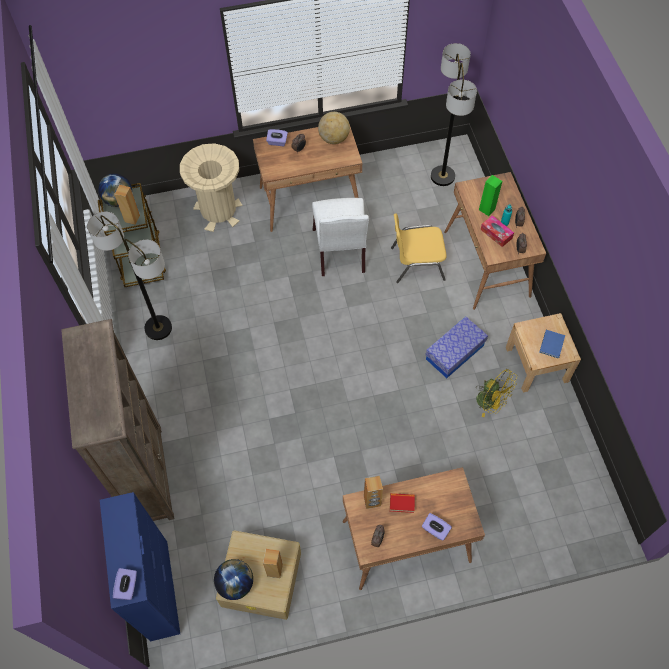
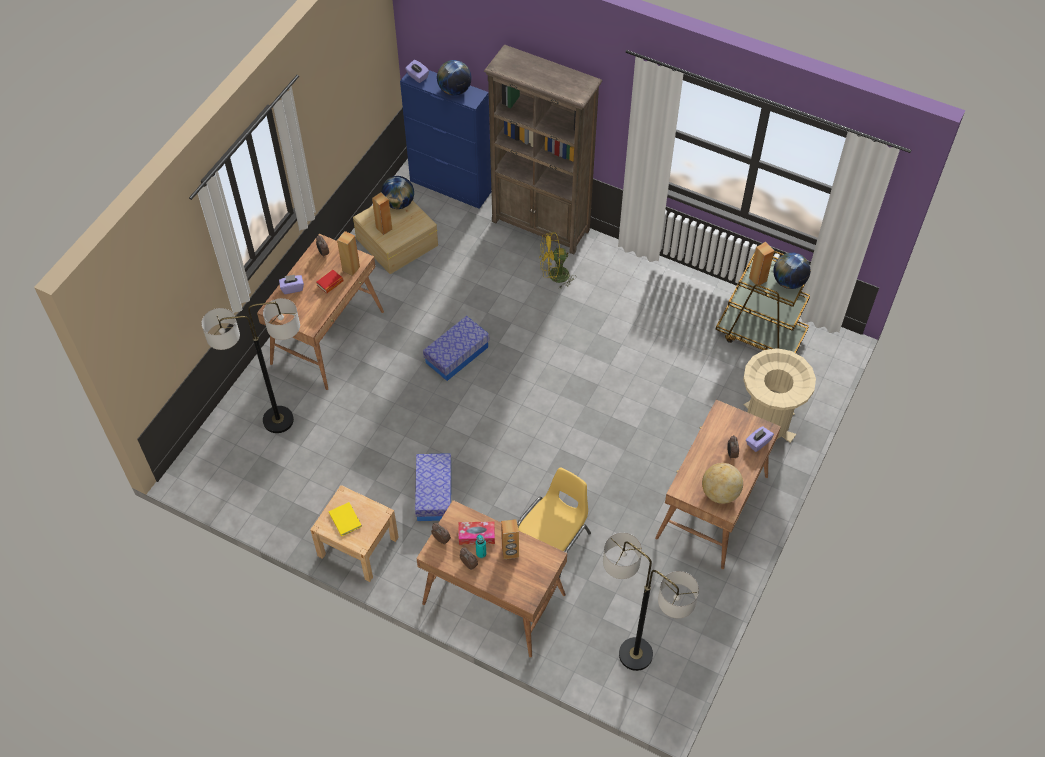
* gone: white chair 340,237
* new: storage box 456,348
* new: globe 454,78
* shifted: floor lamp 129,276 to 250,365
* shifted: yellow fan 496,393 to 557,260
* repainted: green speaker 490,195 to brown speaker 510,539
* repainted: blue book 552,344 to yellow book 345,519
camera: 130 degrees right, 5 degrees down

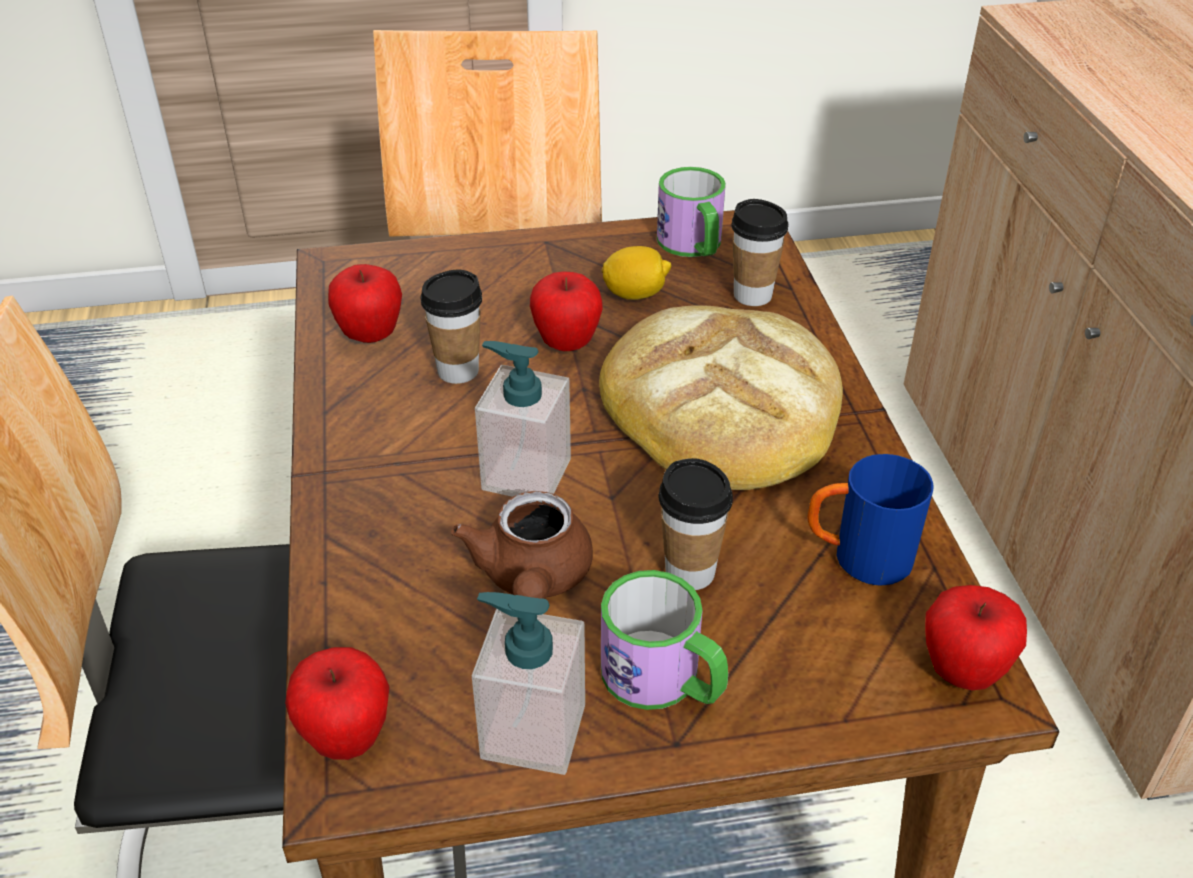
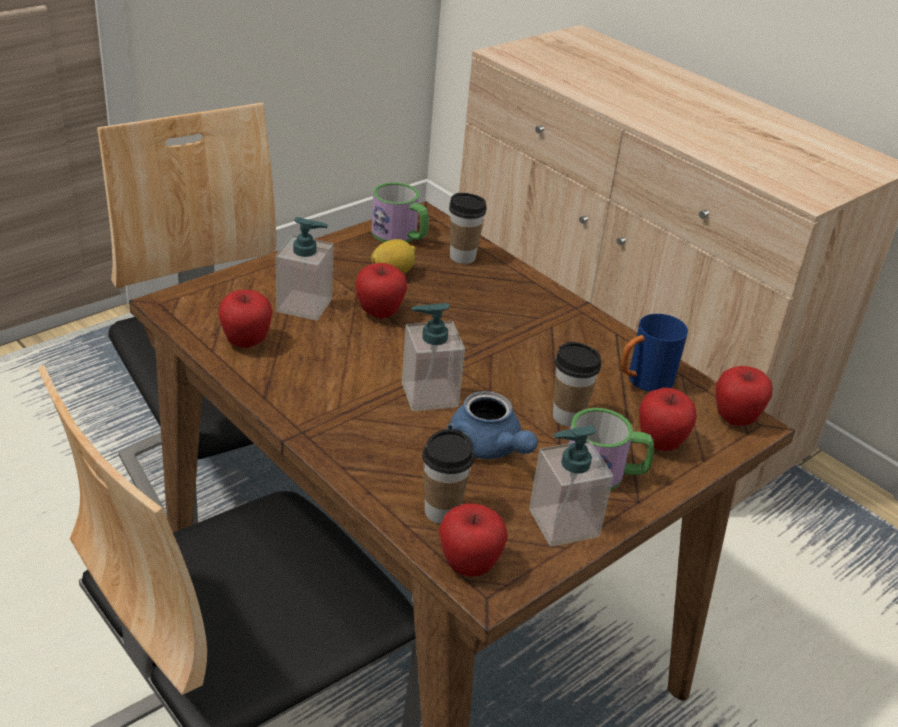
* gone: bread 721,398
* new: soap dispenser 304,269
* new: apple 668,419
* shifted: cup 451,327 to 448,476
* repainted: brown teapot 522,545 to blue teapot 492,425
camera: 35 degrees left, 5 degrees down

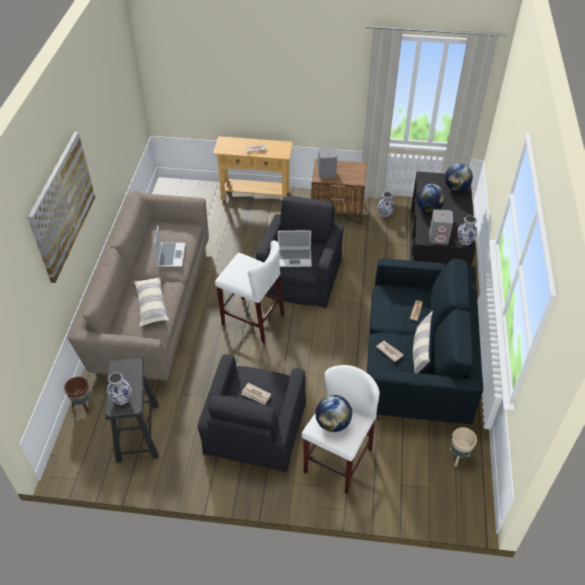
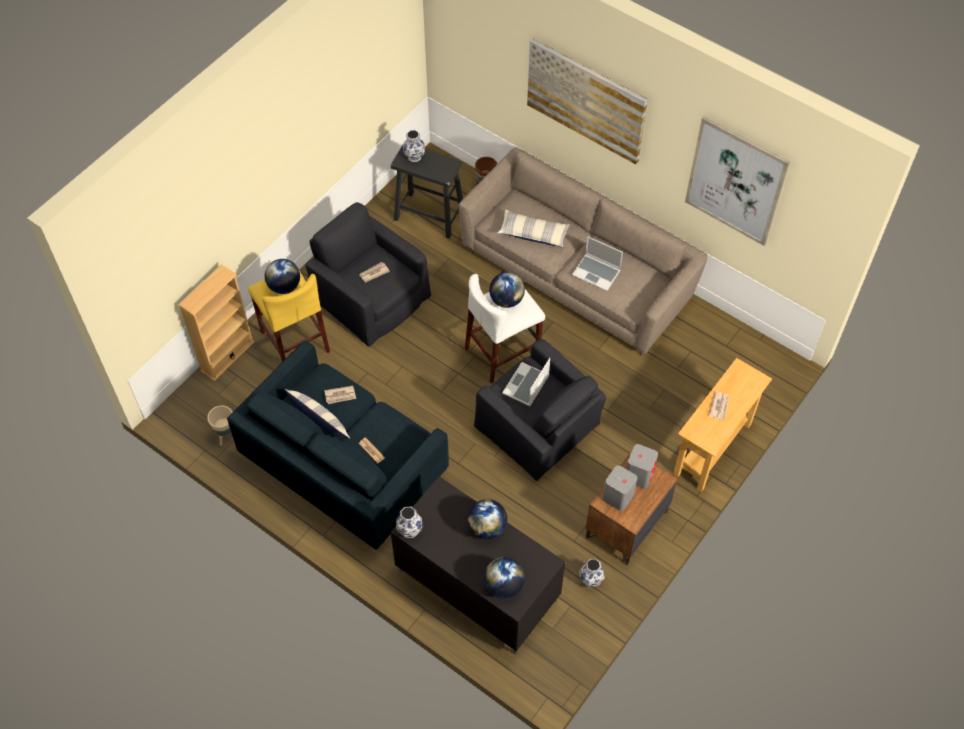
* new: beige bookcase 216,322
* new: globe 507,290
* new: picture 737,181
* shifted: grey speaker 441,227 to 620,488
* repainted: white stool 340,429 to yellow stool 289,316
camera: 120 degrees right, 10 degrees up

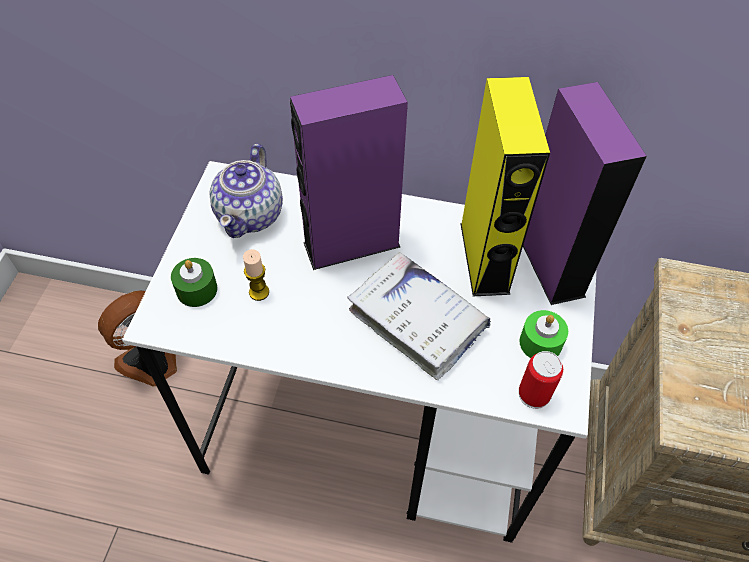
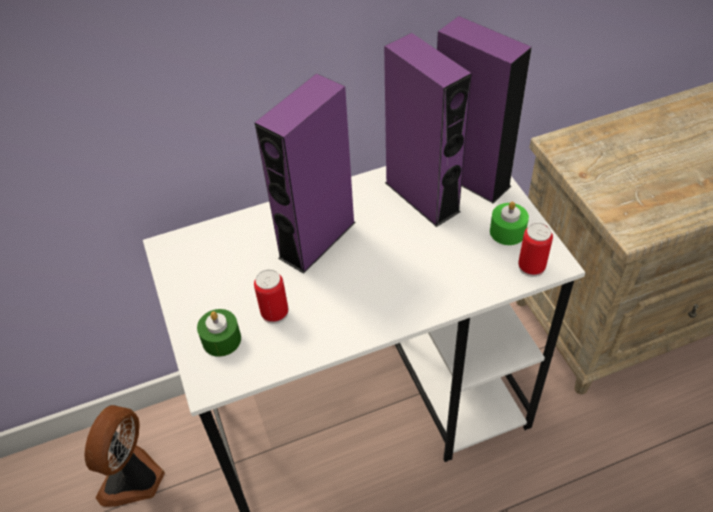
* gone: teapot 246,190
* gone: white book 419,316
* swapped: candle 256,275 to can 271,296
* repainted: yellow speaker 505,186 to purple speaker 428,130
camera: 30 degrees left, 5 degrees down

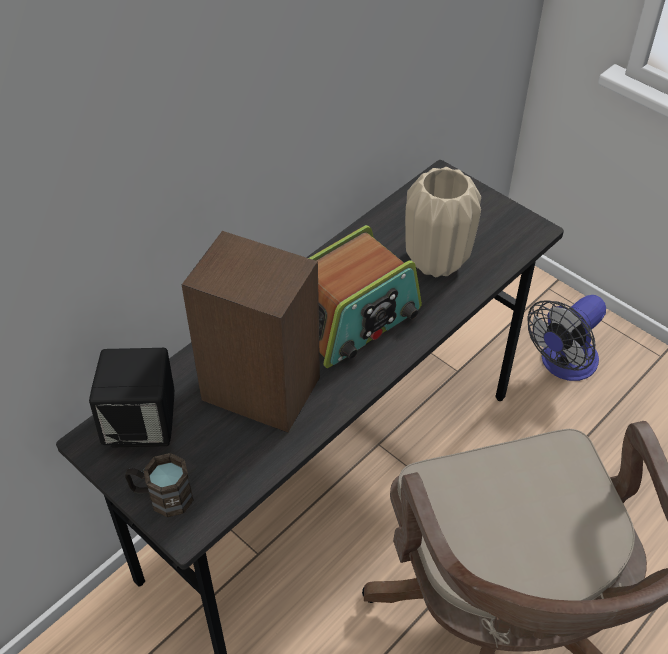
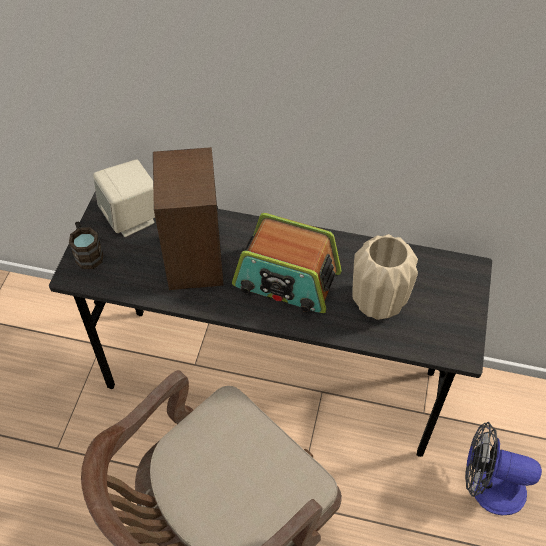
* repainted: black speaker 132,398 to beige speaker 124,198
camera: 60 degrees right, 5 degrees up

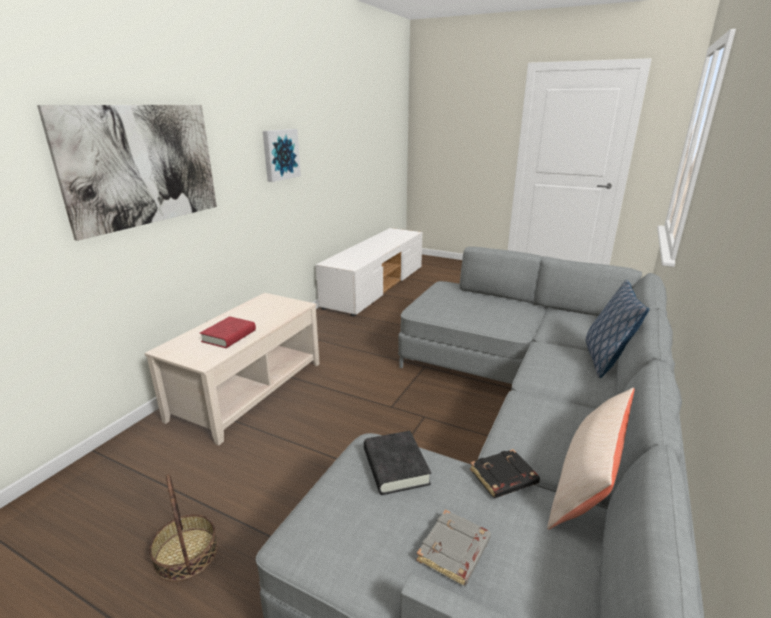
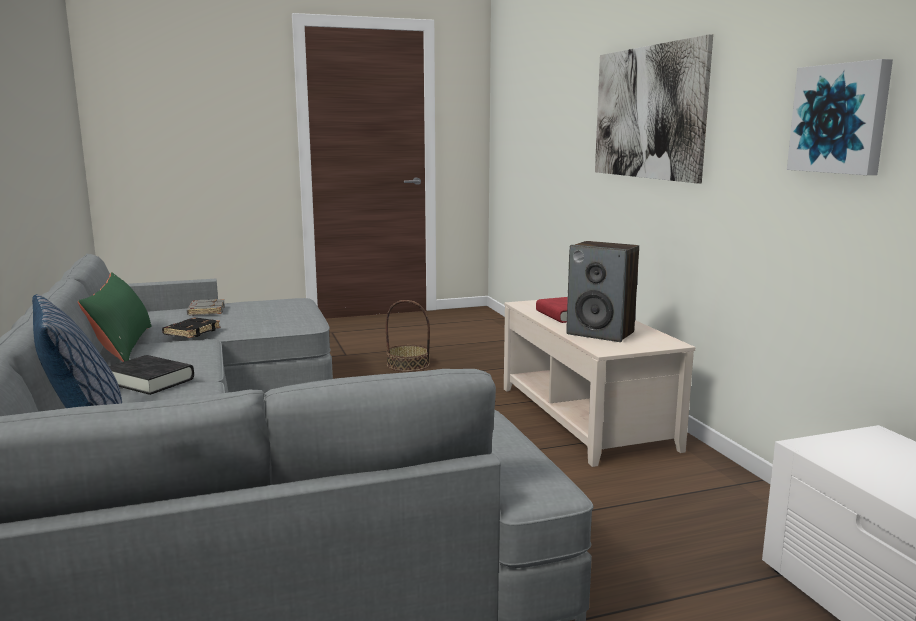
* new: speaker 602,291
* shifted: black book 397,463 to 151,375
* repainted: beige pillow 590,458 to green pillow 115,317
camera: 135 degrees right, 10 degrees down

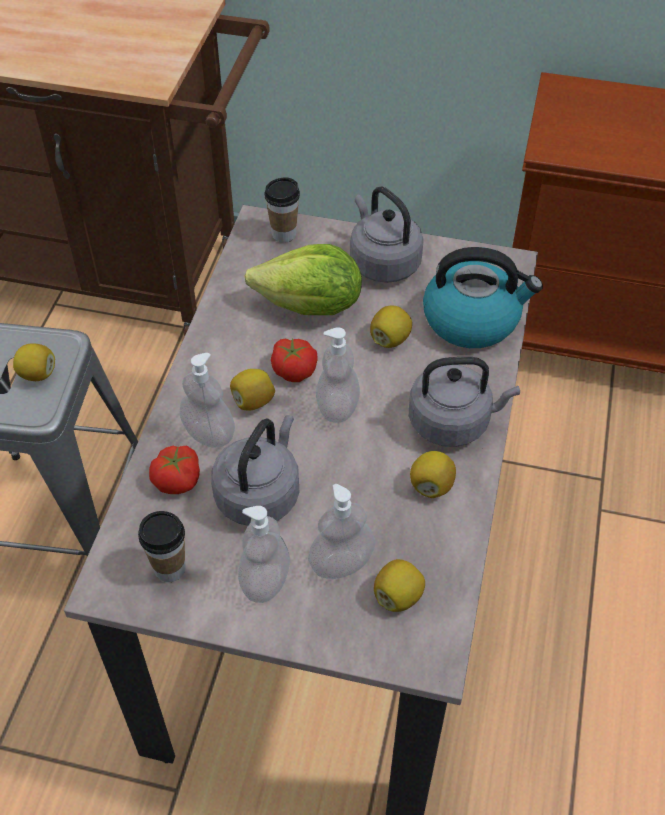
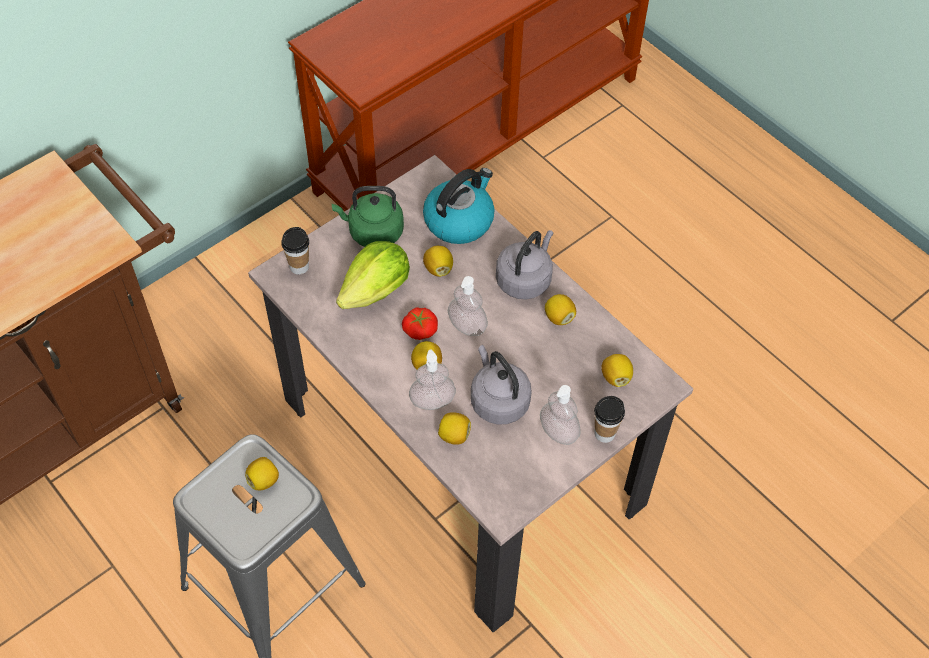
* gone: soap dispenser 342,531
* shifted: cup 161,546 to 609,419
* swapped: tomato 174,470 to lemon 454,428
* repainted: grey kettle 387,234 to green kettle 368,216
camera: 55 degrees left, 5 degrees up

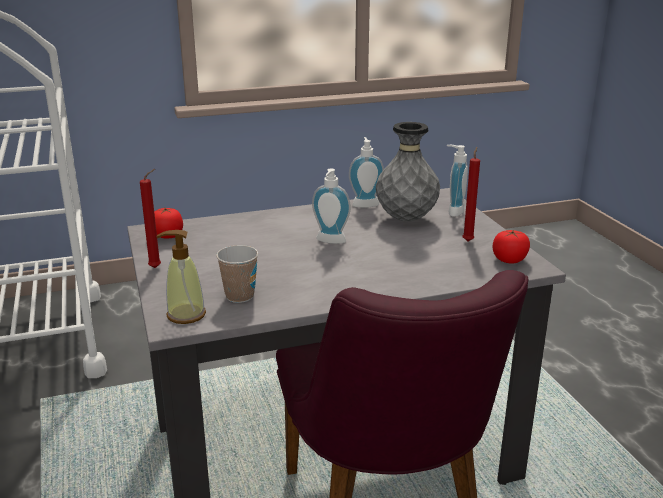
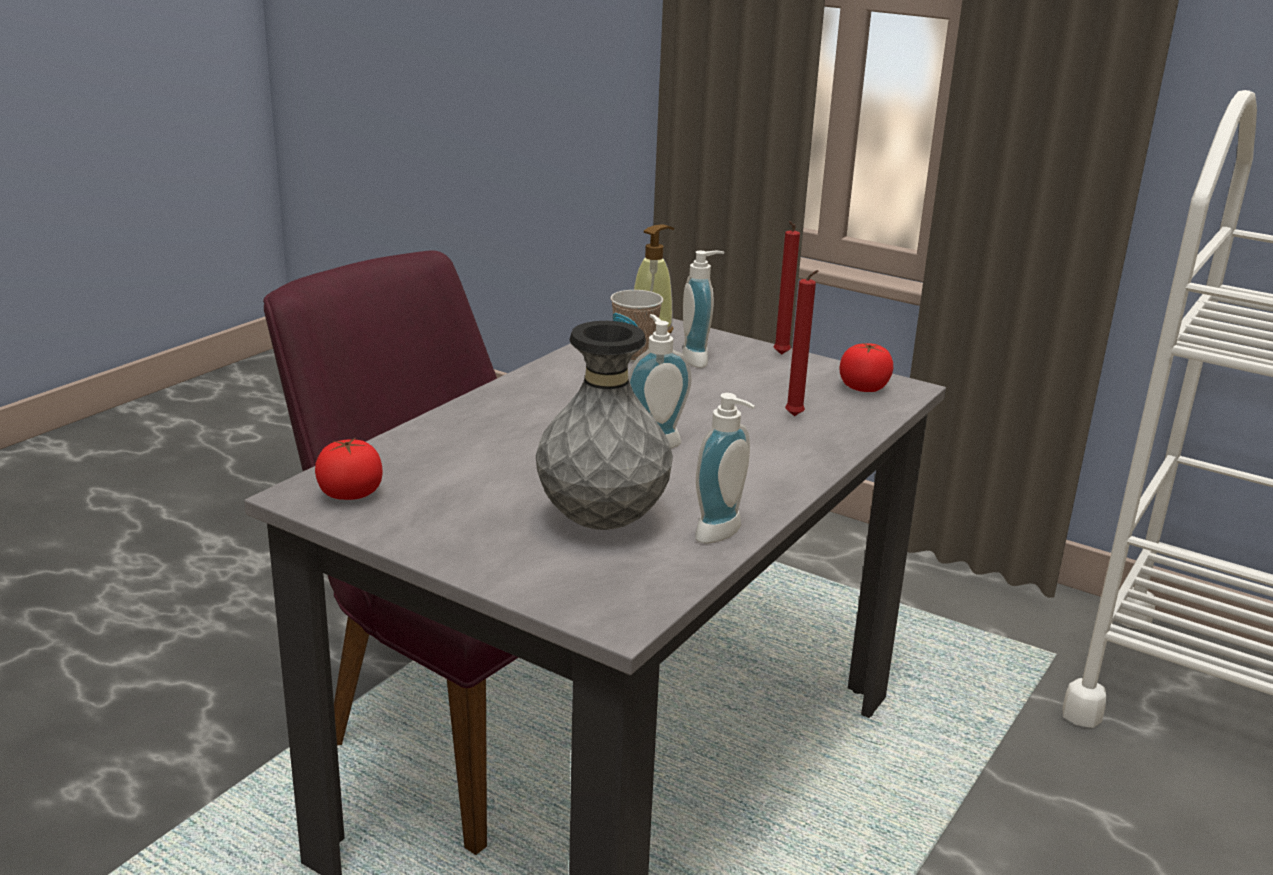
* shifted: soap dispenser 457,181 to 703,309
* shifted: red candle 471,194 to 801,343
camera: 140 degrees right, 0 degrees up

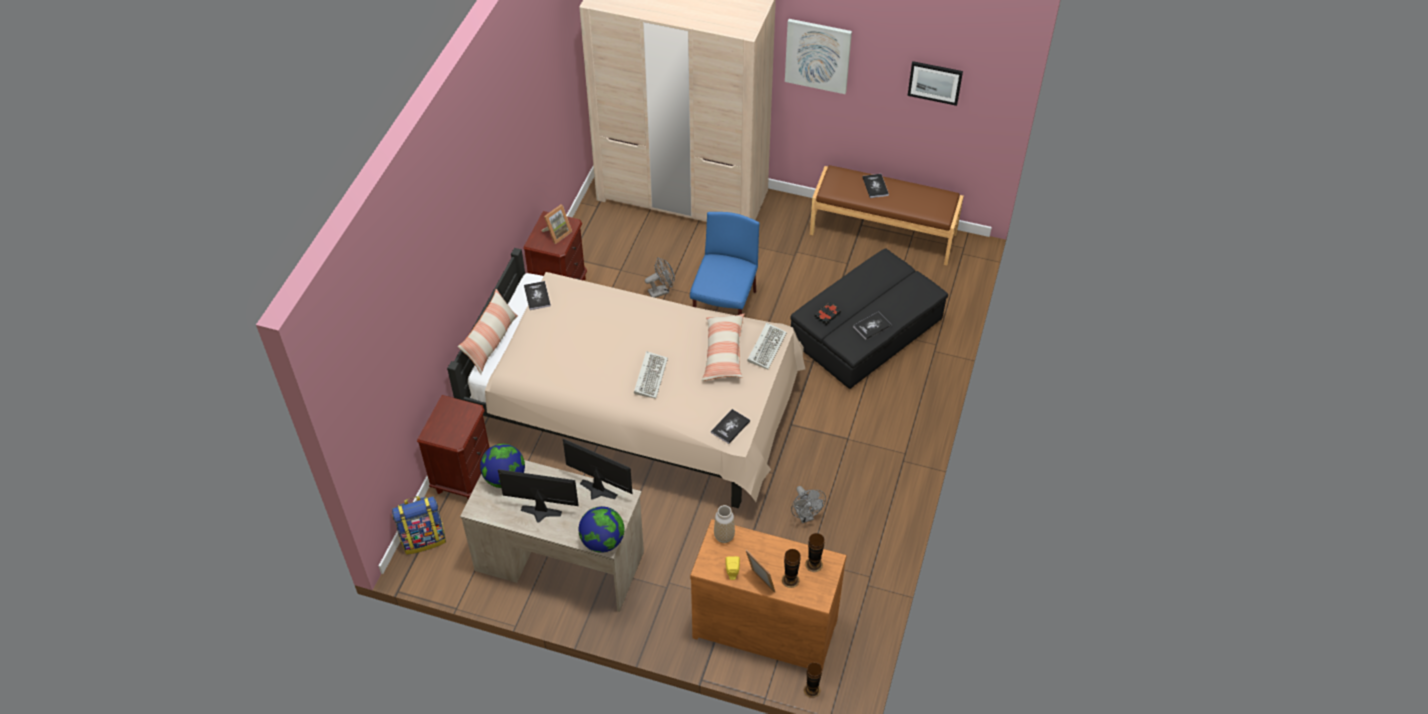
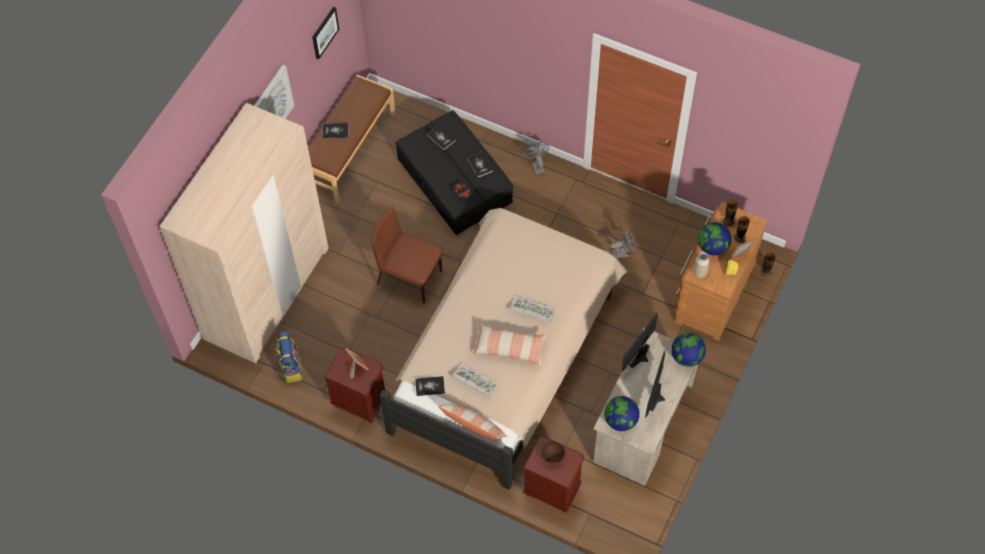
* new: brown bowl 553,453
* new: globe 714,238
* shifted: backpack 419,525 to 289,357
* shifted: grey fan 660,278 to 536,158
* shifted: pillow 723,347 to 509,344
* shifted: book 730,426 to 441,137
* shifted: keyboard 767,346 to 475,380
* repainted: blue chair 724,263 to brown chair 407,255
camera: 80 degrees left, 10 degrees up

